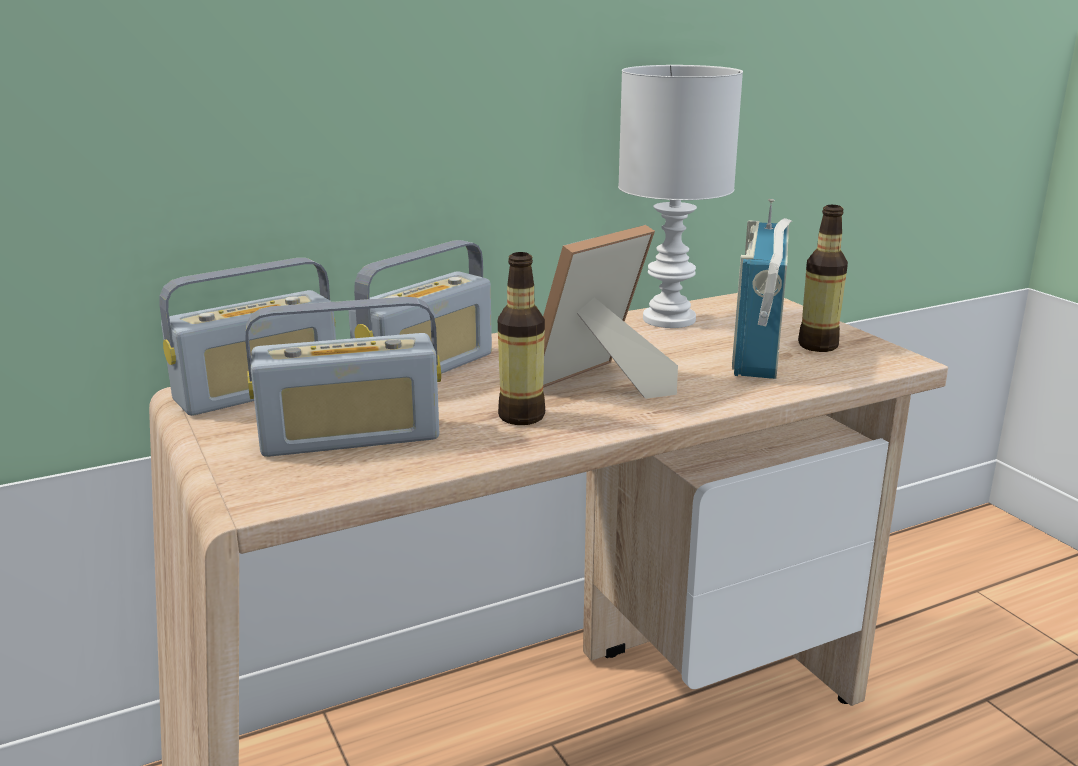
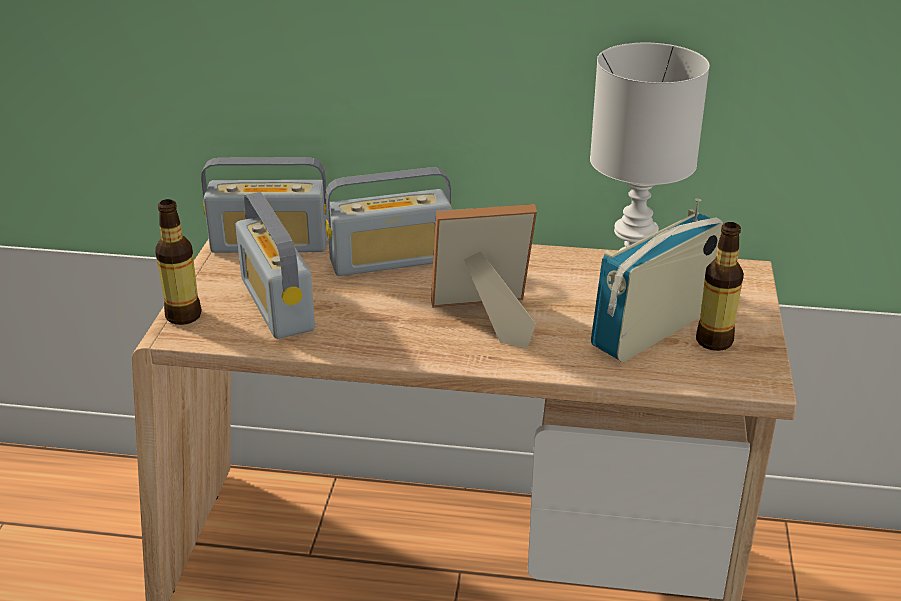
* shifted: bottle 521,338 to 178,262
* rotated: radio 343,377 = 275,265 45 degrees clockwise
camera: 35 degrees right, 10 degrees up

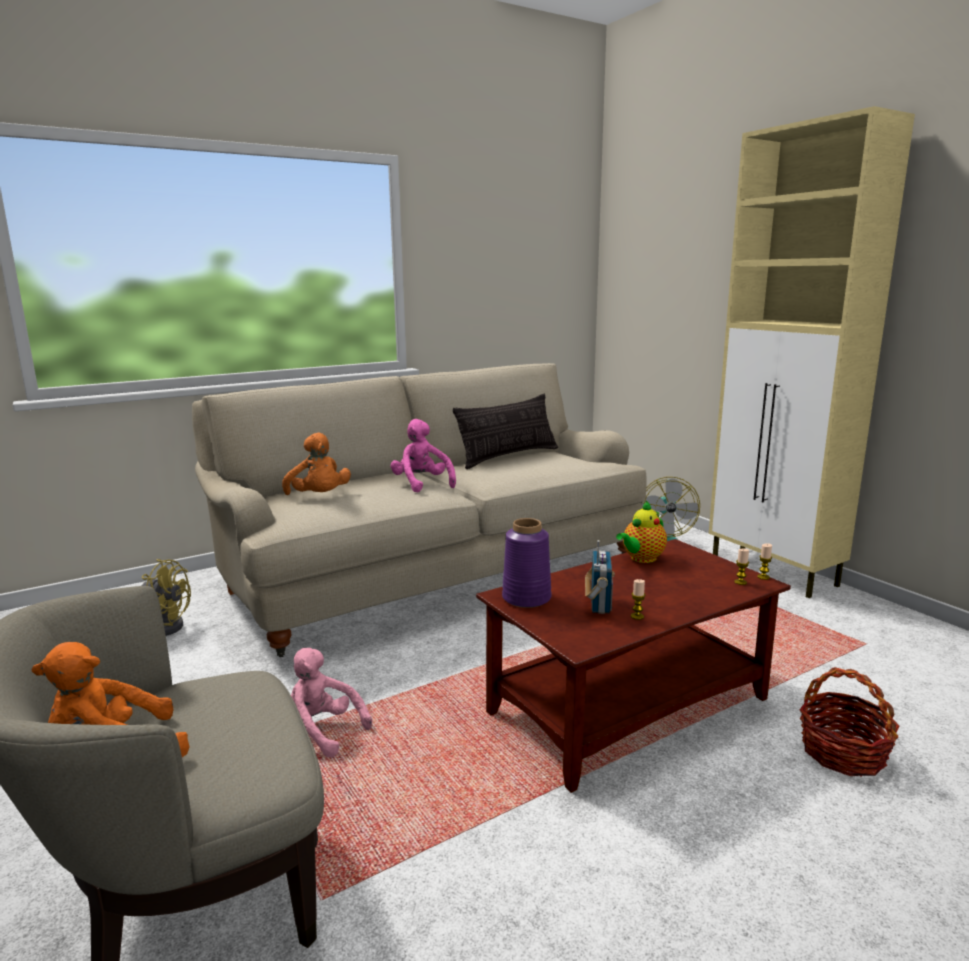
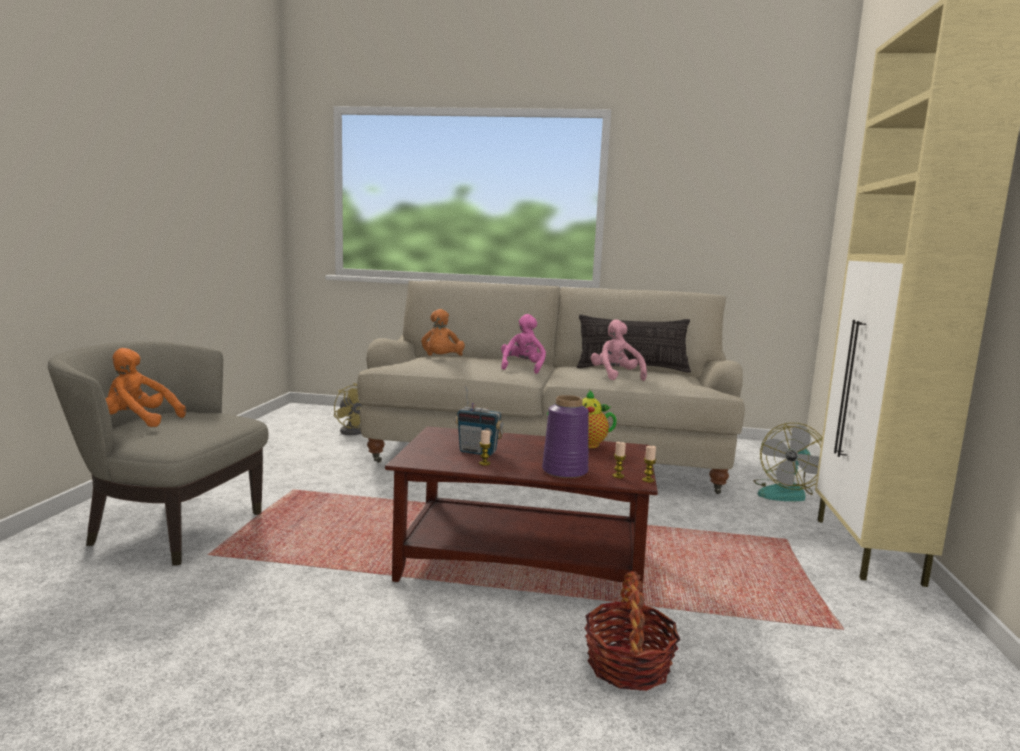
* shifted: pink plush toy 331,702 to 619,350
* shifted: purple vase 526,563 to 565,436
* rotated: radio 600,577 = 479,421 60 degrees clockwise
camera: 40 degrees right, 5 degrees down

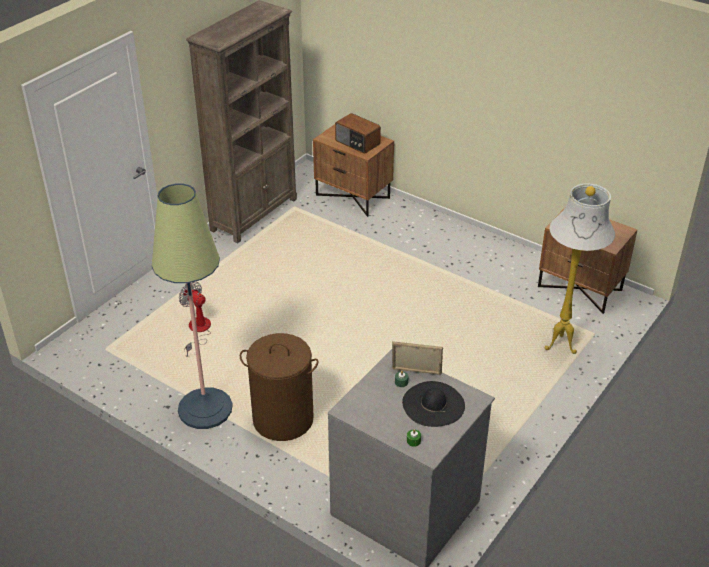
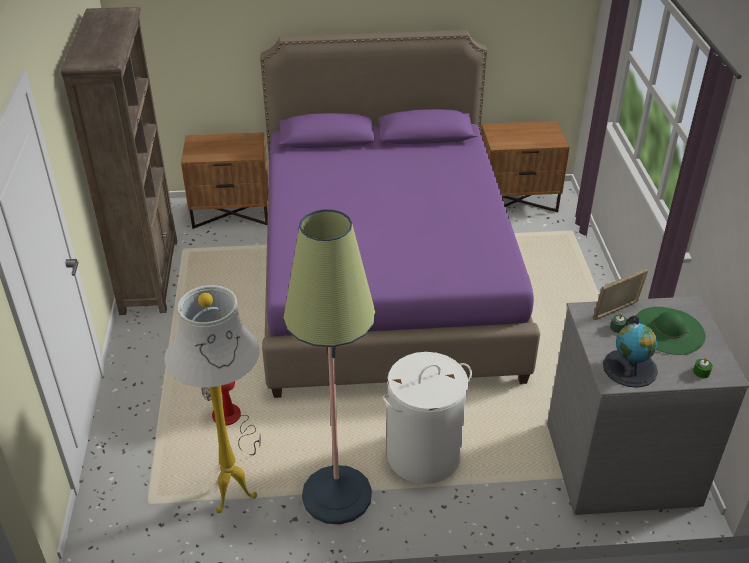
* gone: radio 358,133
* new: purple bed 400,214
* new: globe 630,351
* shifted: white floor lamp 580,268 to 212,399
* repainted: brown laundry basket 279,387 to white laundry basket 427,418
* repainted: black hat 433,404 to green hat 671,331
camera: 40 degrees left, 0 degrees up

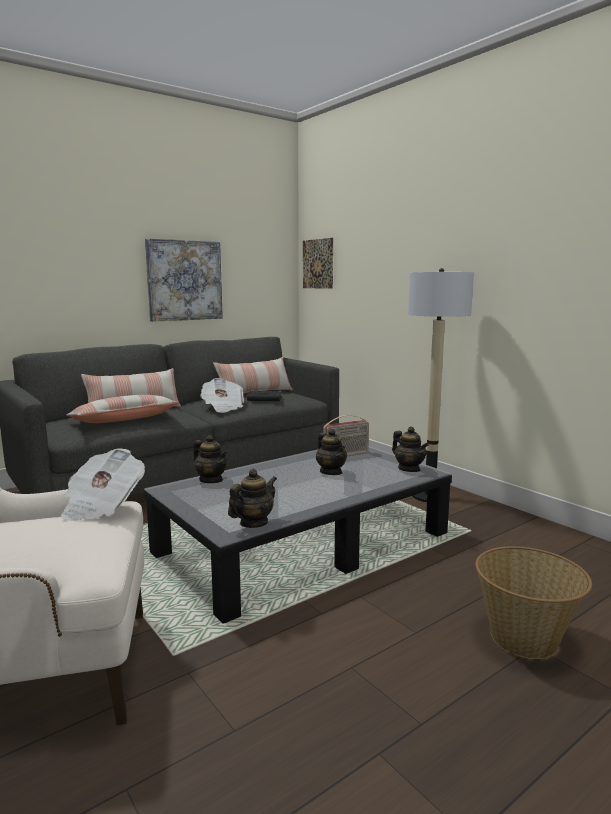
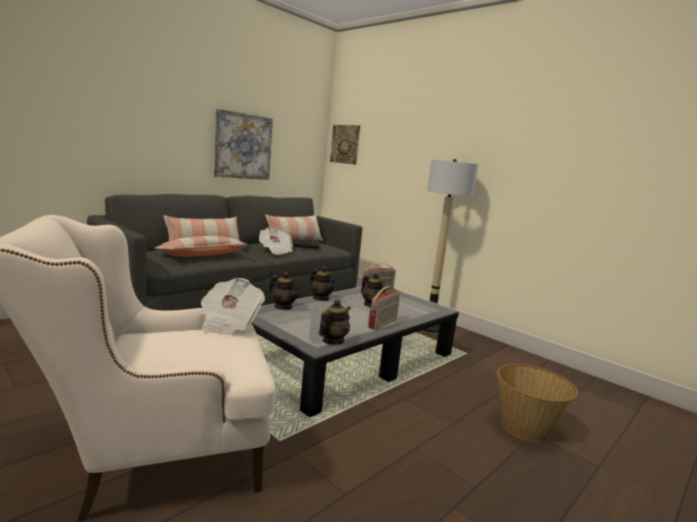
* new: radio 384,308
* shifted: teapot 410,449 to 323,283
camera: 10 degrees left, 0 degrees up

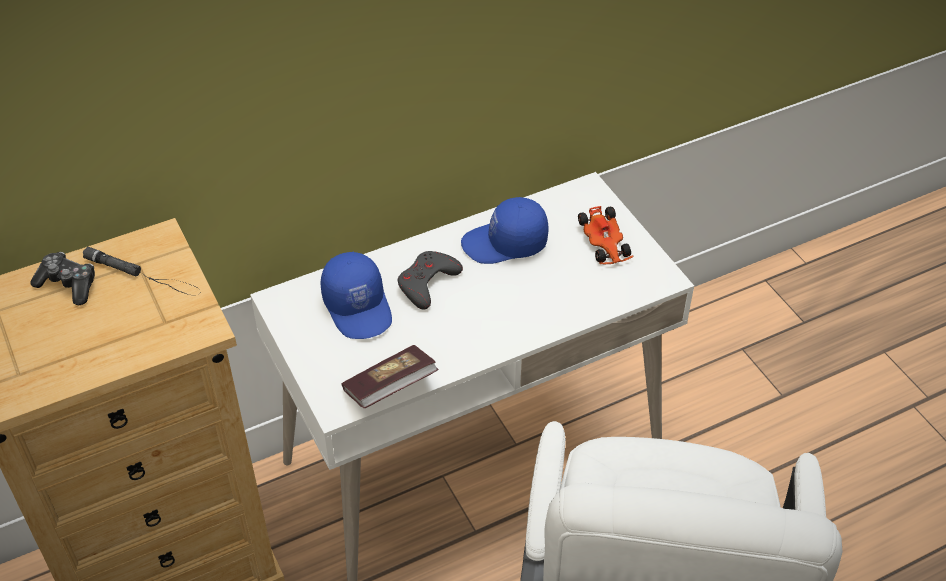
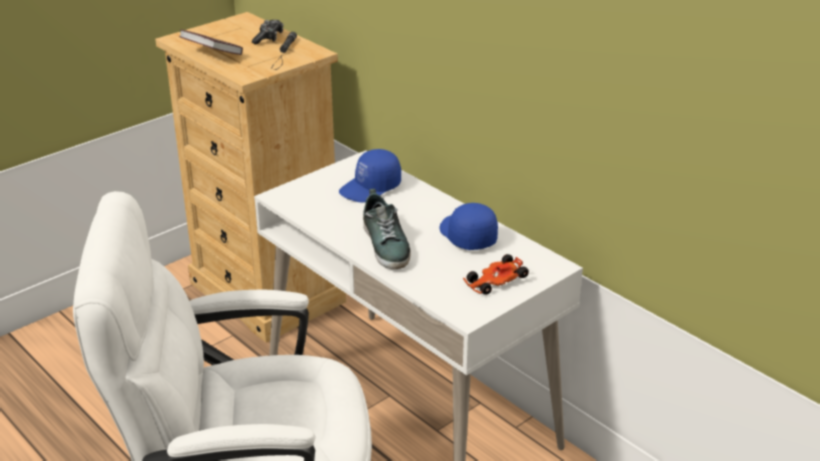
* gone: grey game controller 430,280
* new: shoe 387,229
* shifted: book 390,376 to 211,42
camera: 75 degrees right, 15 degrees down

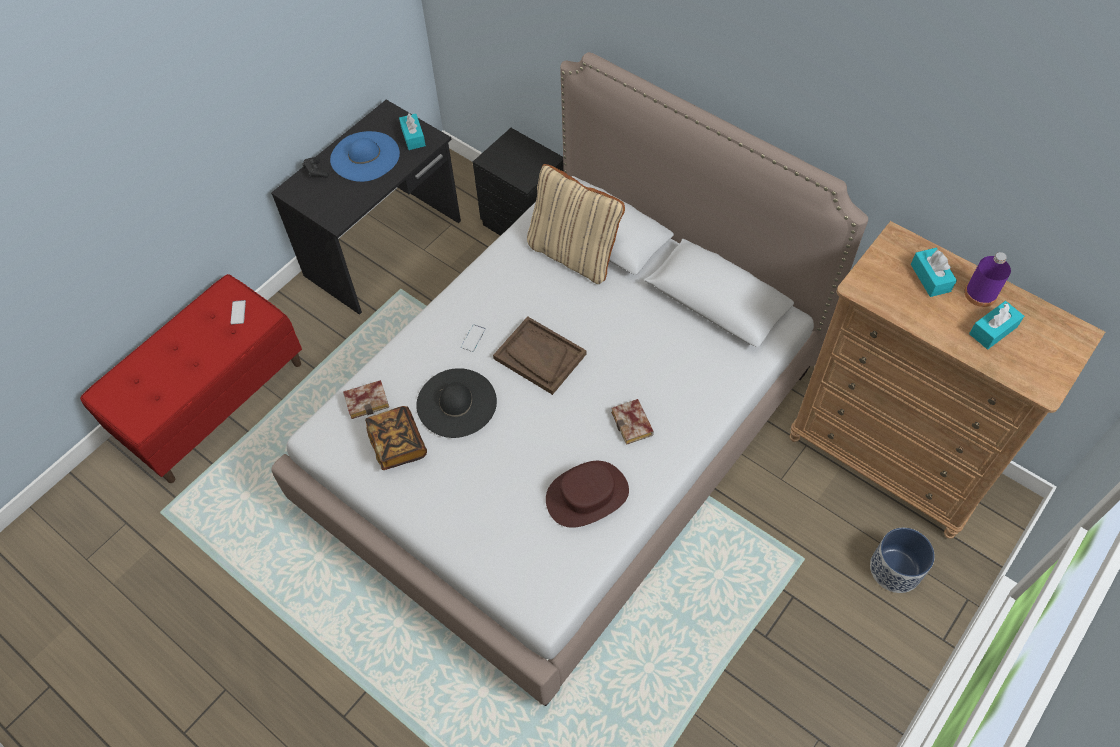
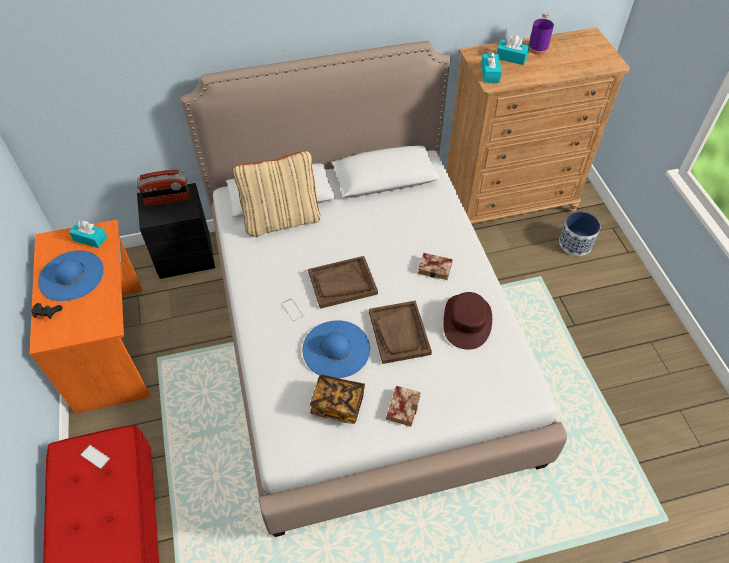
* new: radio 163,188
* new: brown tray 400,332
* shifted: book 366,399 to 403,406
* shifted: turquoise tissue box 996,325 to 491,67
* repainted: black desk 366,207 to orange desk 90,317
* repainted: black hat 456,403 to blue hat 336,349
camera: 55 degrees left, 5 degrees down

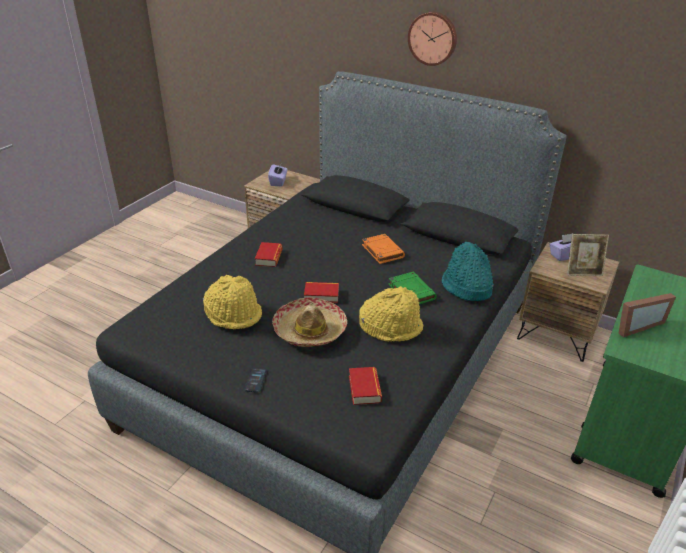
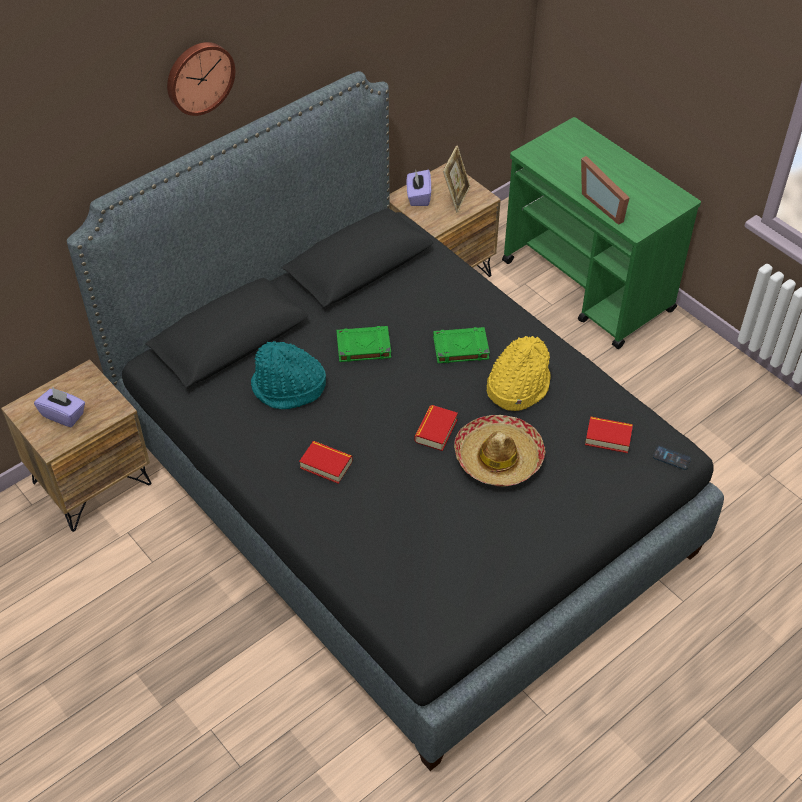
* gone: yellow hat 232,302
* shifted: phone 255,380 to 672,458
* shifted: turquoise hat 468,271 to 288,375
* repainted: orange book 383,249 to green book 363,344
* rotated: picture frame 647,315 = 605,190 150 degrees clockwise
camera: 70 degrees left, 15 degrees up

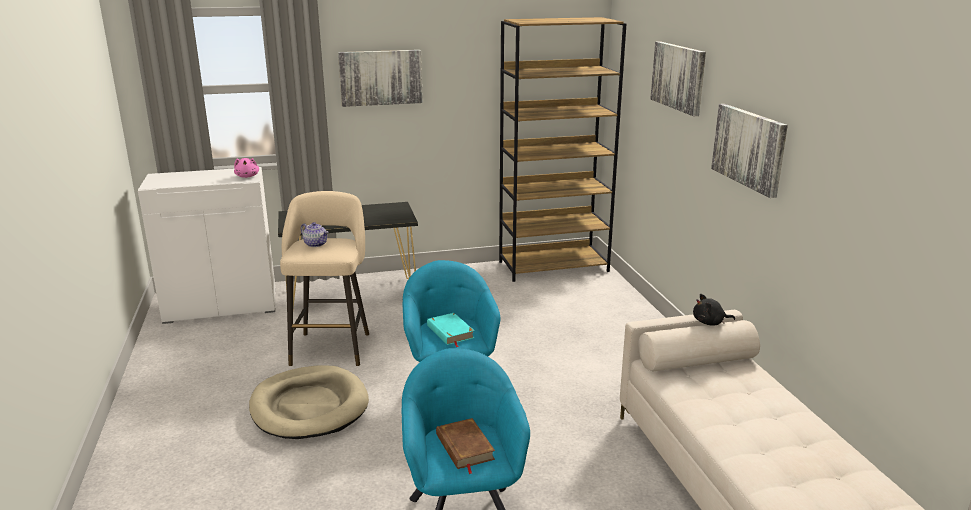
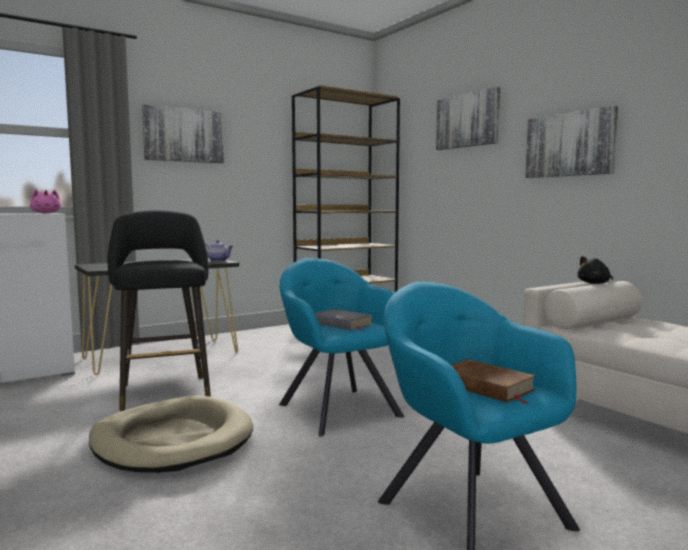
* shifted: teapot 314,234 to 219,250
* repainted: beige stool 324,278 to black stool 159,310
* repainted: turquoise book 450,330 to grey book 344,320
camera: 20 degrees left, 15 degrees down

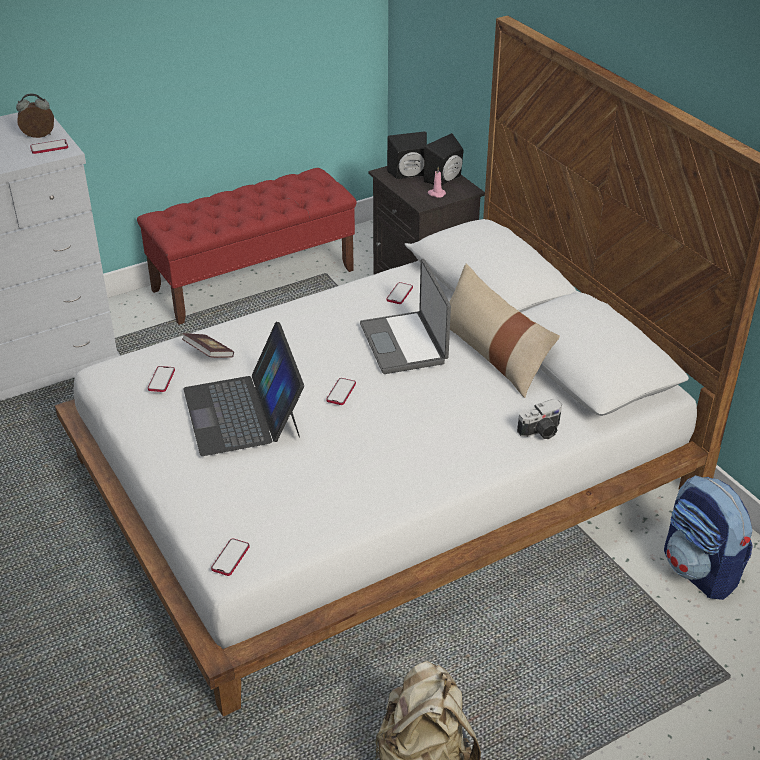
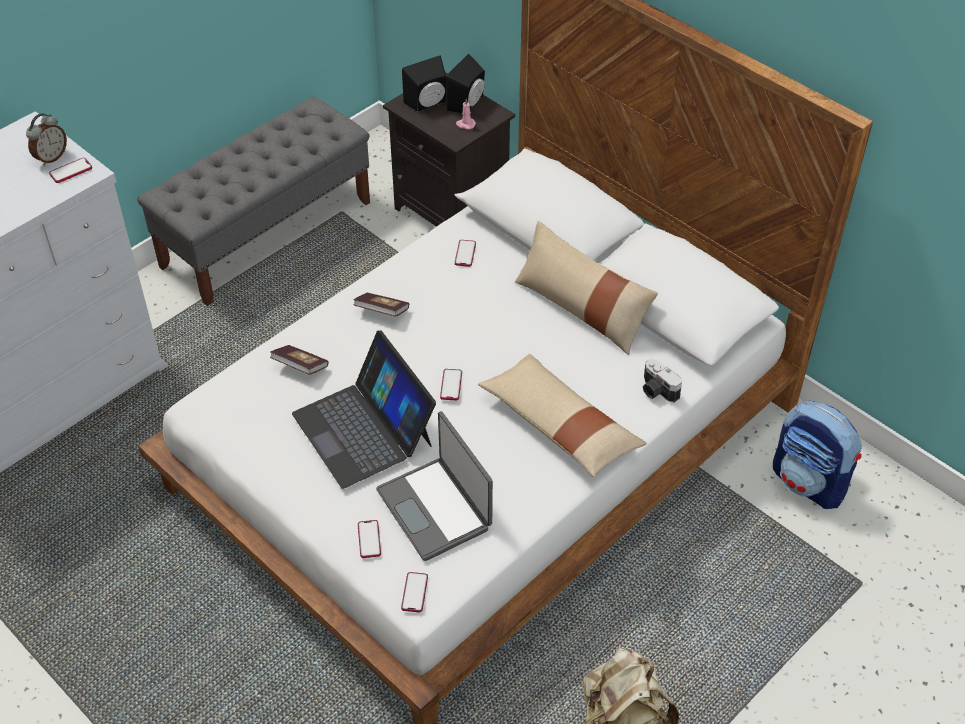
* new: book 381,304
* new: beige pillow 562,415
* shifted: phone 161,379 to 369,539
* shifted: laptop 405,316 to 434,486
* repainted: red bench 247,246 to grey bench 253,201
* rotated: alarm clock 35,116 = 46,139 150 degrees clockwise
* rotated: photo camera 539,419 = 662,381 90 degrees clockwise
camera: 15 degrees left, 10 degrees up

